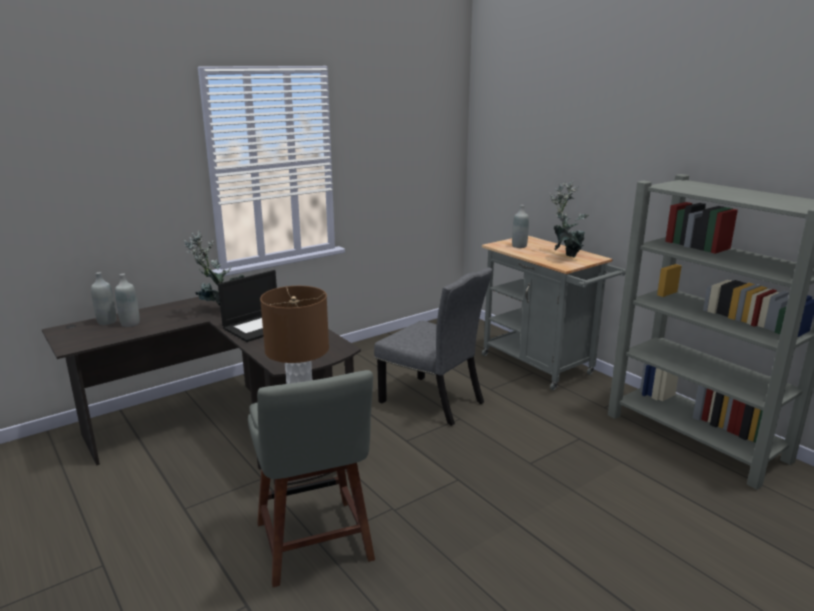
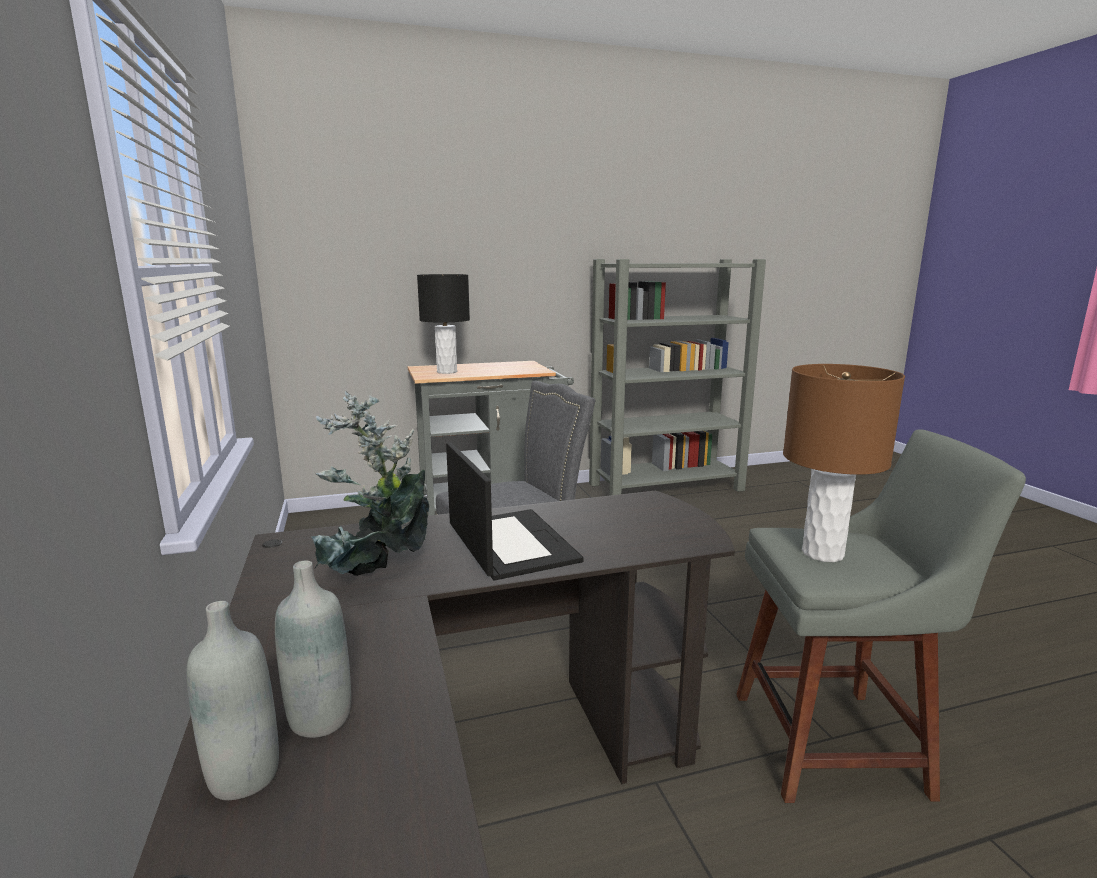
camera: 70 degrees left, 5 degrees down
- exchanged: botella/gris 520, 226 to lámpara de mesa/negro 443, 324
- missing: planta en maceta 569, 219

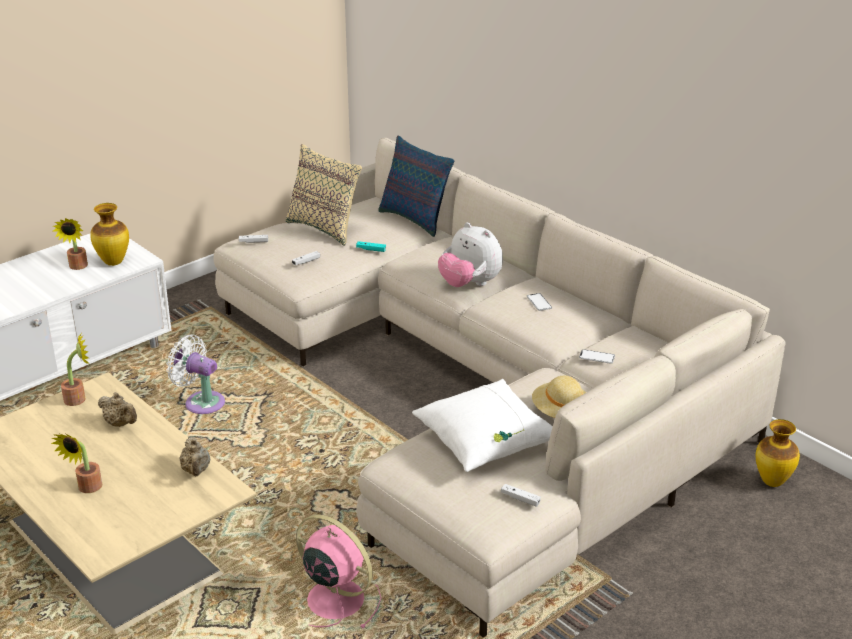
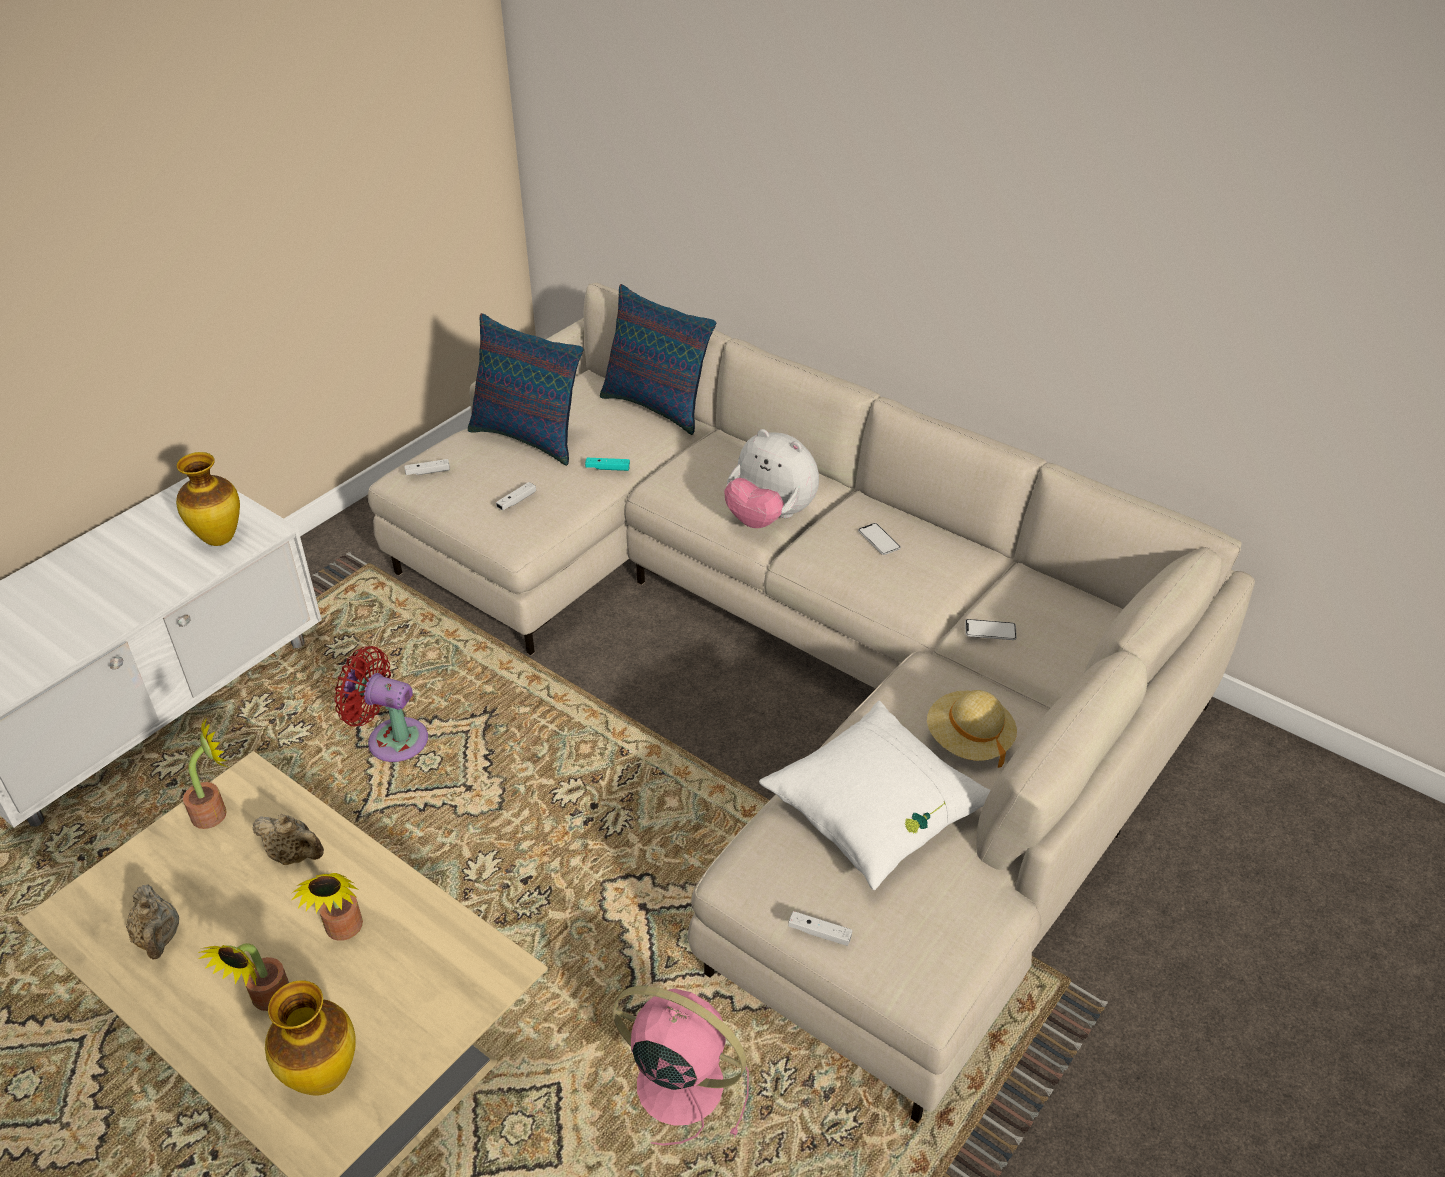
camera: 10 degrees left, 10 degrees up
- relocated: tetera/beis 194, 457 to 152, 922
- relocated: florero 777, 453 to 310, 1038
- relocated: planta en maceta 70, 244 to 327, 907
- colour: ventilador/blanco 195, 374 to ventilador/rojo 381, 704
- colour: cojín/beis 324, 195 to cojín/azul 526, 389
- relocated: mando de consola/blanco 521, 495 to 820, 928

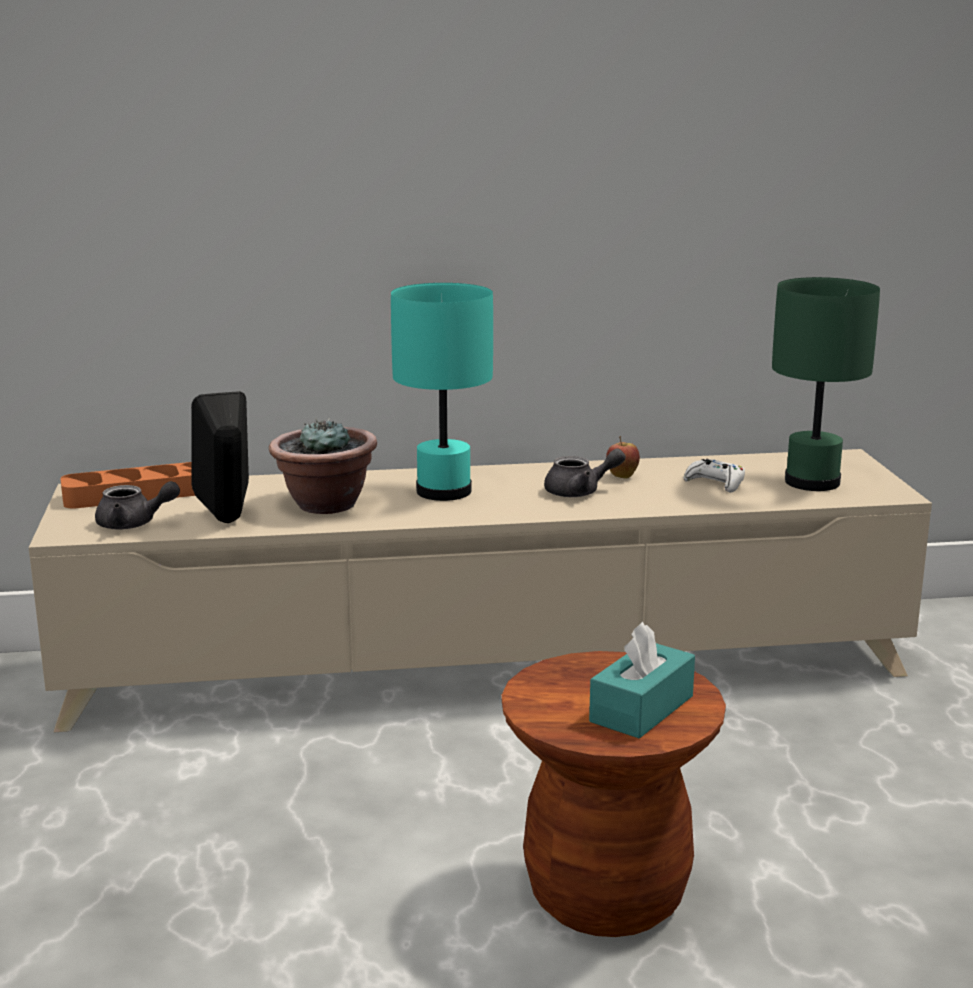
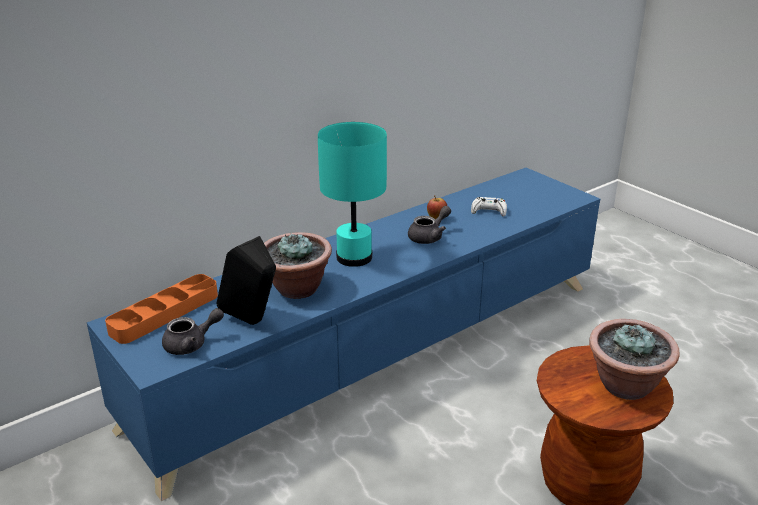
camera: 30 degrees left, 10 degrees up
- colour: mueble de televisión/beis 480, 590 to mueble de televisión/azul 343, 334
- exchanged: caja de pañuelos/turquesa 642, 680 to planta en maceta 634, 359
- missing: lámpara de mesa/verde 826, 384

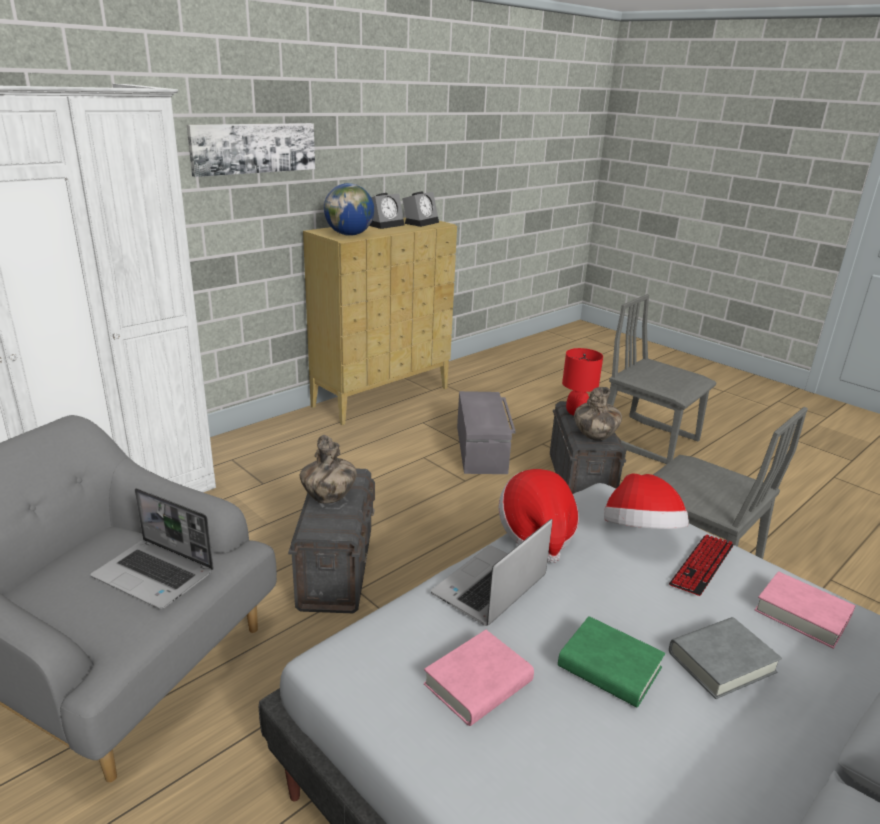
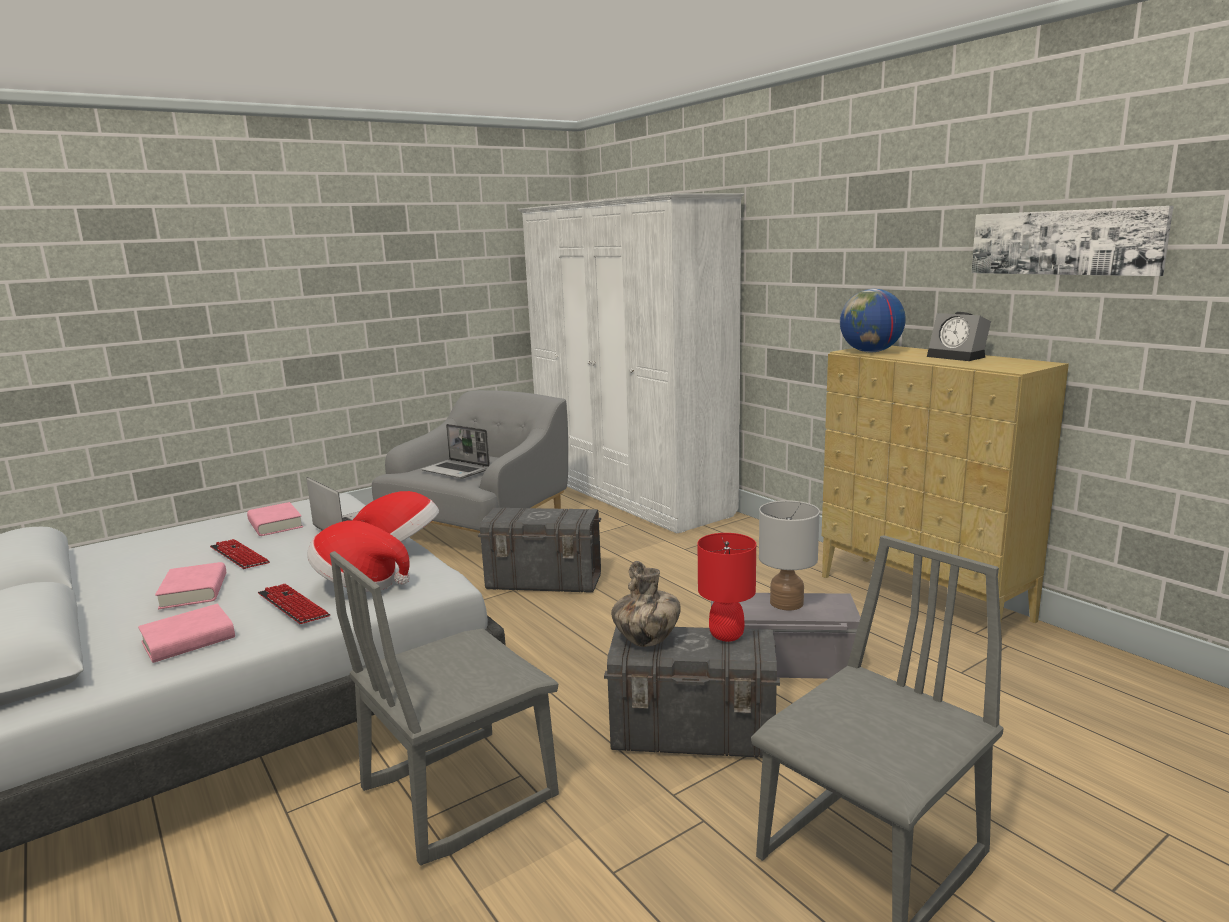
camera: 100 degrees right, 10 degrees down
- colour: libro/gris 725, 658 to libro/rosa 190, 585
- exchanged: libro/verde 611, 661 to teclado 240, 554
- spun: portátil 152, 548 = 455, 451 90 degrees counterclockwise
- appeared: lámpara de mesa/gris 789, 555
- relocated: cuadro 251, 150 to 1072, 241
- missing: florero 328, 469
- missing: despertador 420, 209

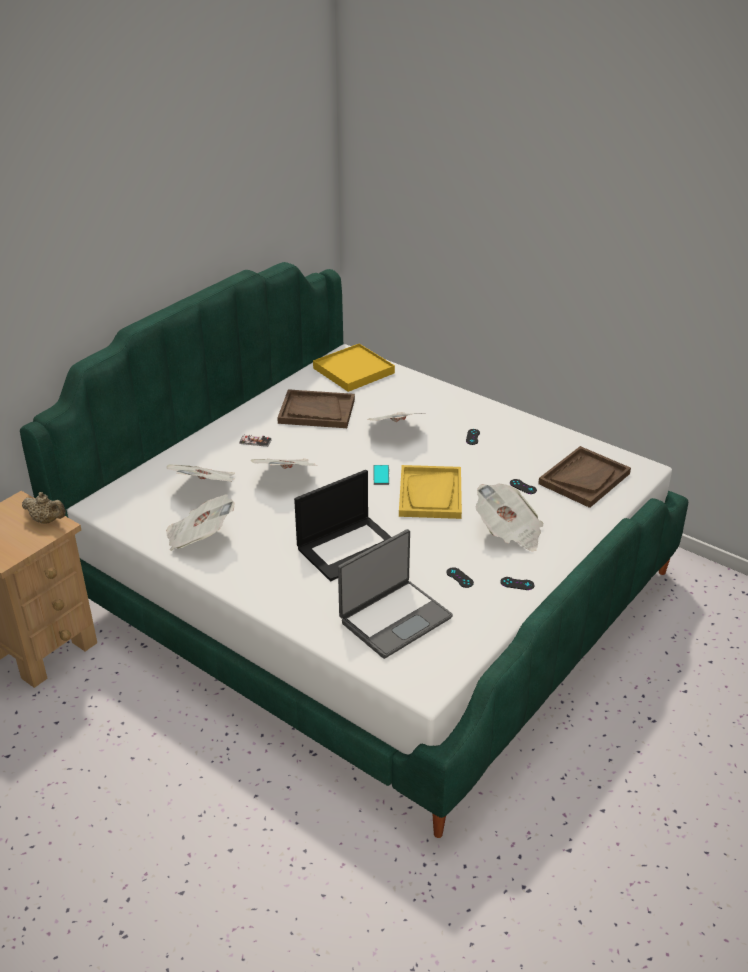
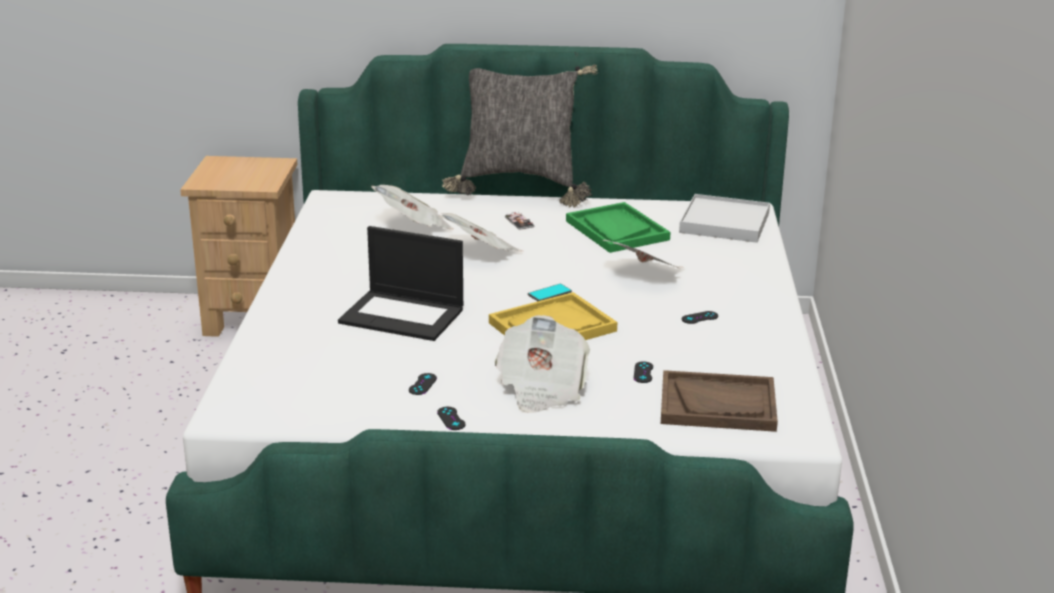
camera: 55 degrees right, 10 degrees down
- appeared: cojín 520, 130
- colour: bandeja/marrón 316, 408 to bandeja/verde 618, 227
- colour: bandeja/amarillo 354, 368 to bandeja/blanco 724, 218
- missing: tetera/beis 44, 508
- missing: periódico 200, 522
- missing: portátil 395, 594

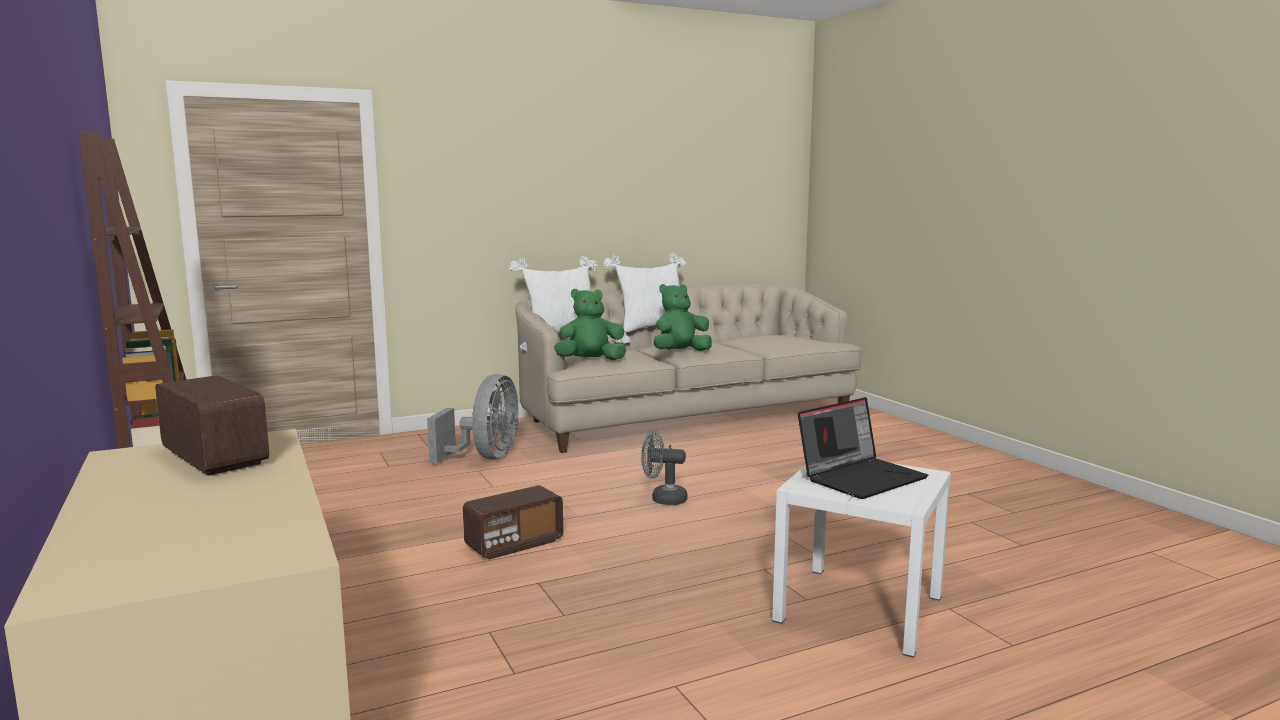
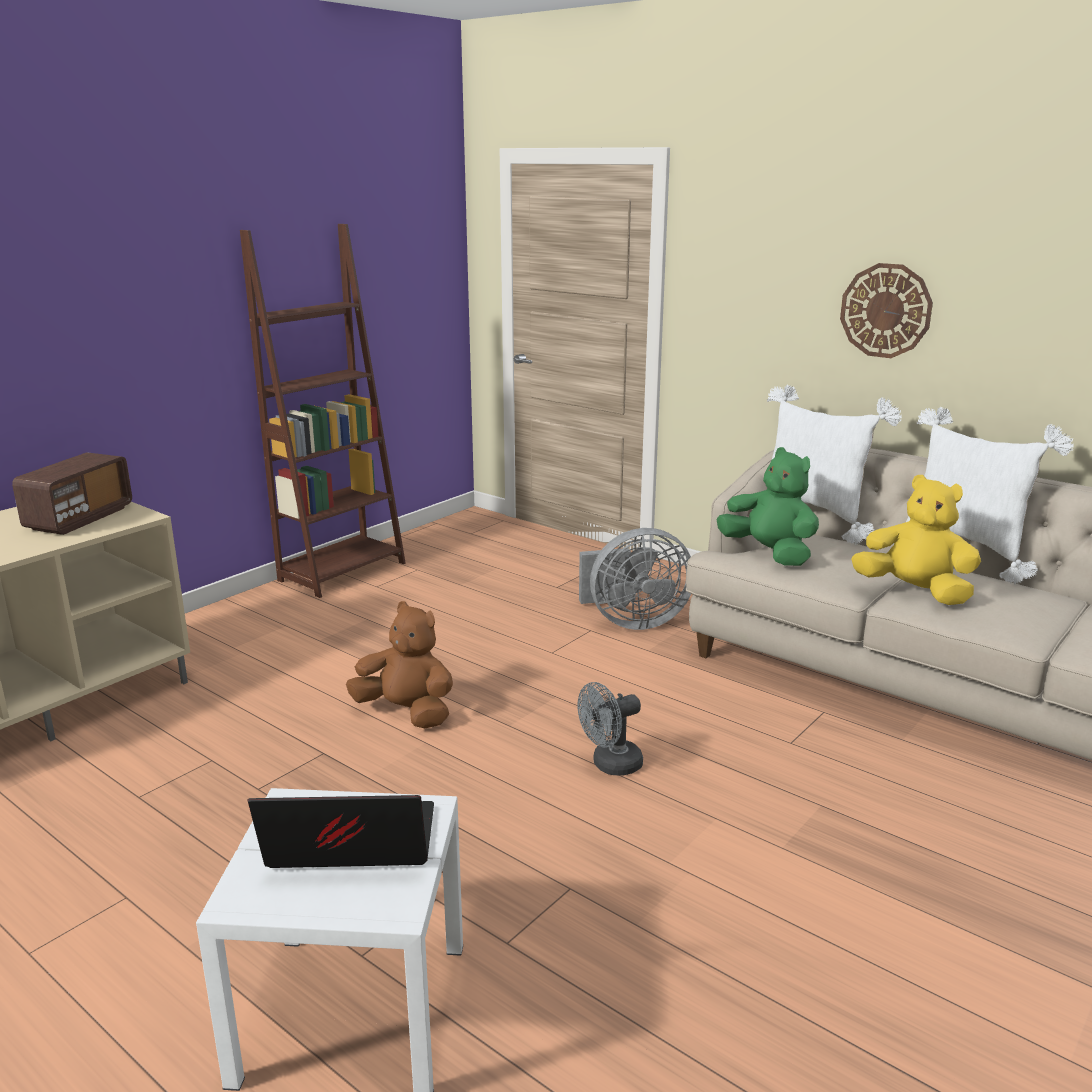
camera: 65 degrees right, 10 degrees up
- spun: portátil 863, 448 = 340, 831 150 degrees clockwise
- exchanged: radio 513, 522 to peluche/marrón 399, 664
- spun: ventilador/gris 664, 468 = 610, 729 105 degrees counterclockwise
- appeared: reloj de pared 886, 310
- colour: peluche/verde 683, 317 to peluche/amarillo 916, 540

